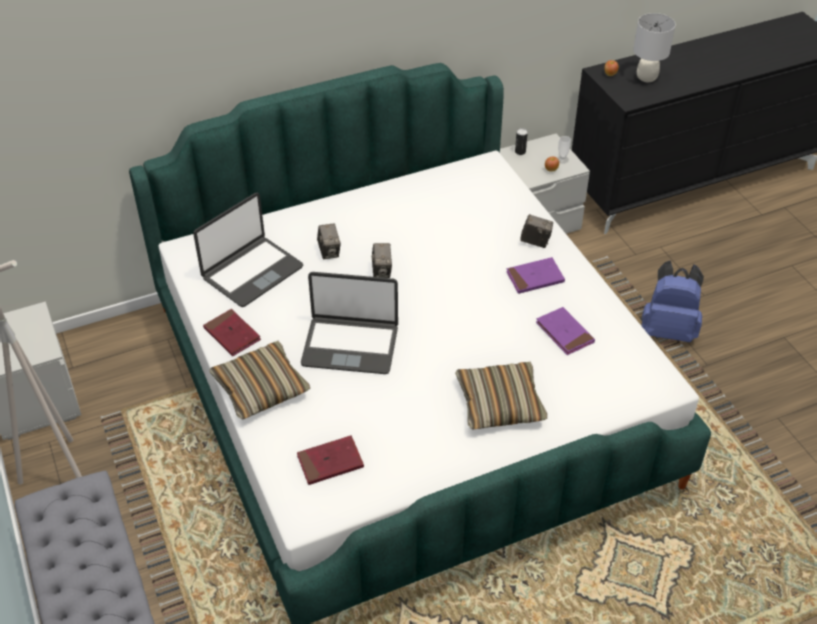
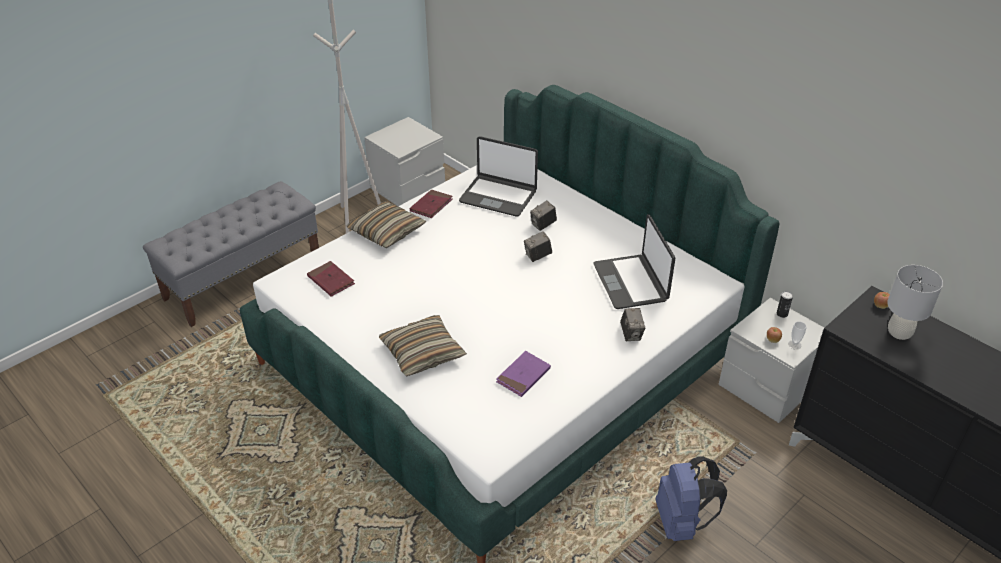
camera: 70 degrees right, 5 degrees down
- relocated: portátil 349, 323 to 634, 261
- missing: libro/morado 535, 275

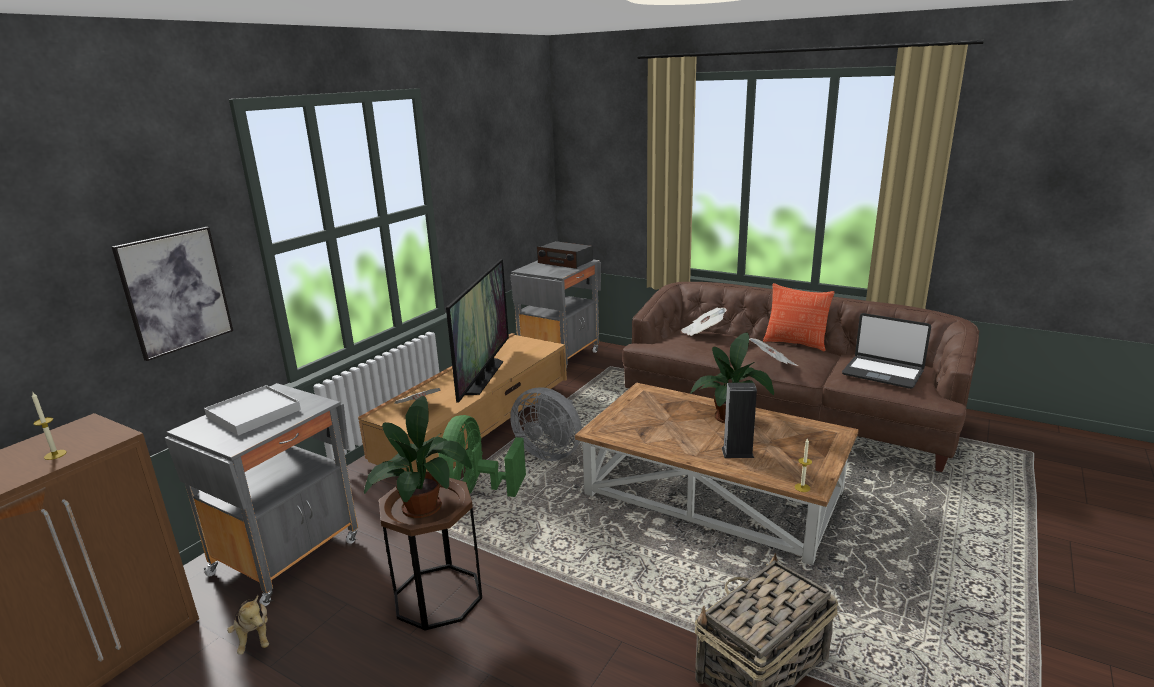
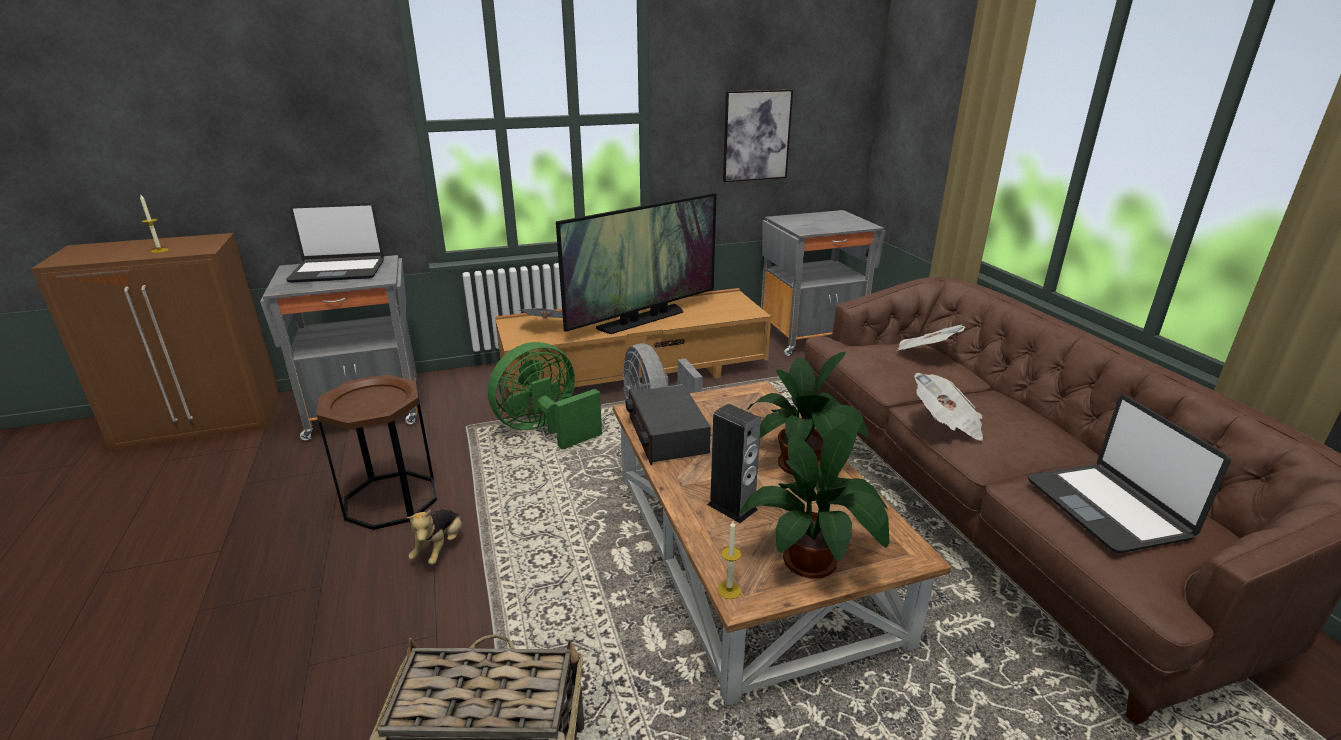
camera: 40 degrees right, 5 degrees up
- exchanged: bandeja/blanco 252, 410 to portátil 335, 242
- relocated: peluche 248, 625 to 434, 537
- relocated: radio 565, 255 to 668, 425
- relocated: cuadro 172, 294 to 758, 135
- relocated: planta en maceta 418, 457 to 814, 499
- missing: cojín/naranja 799, 317

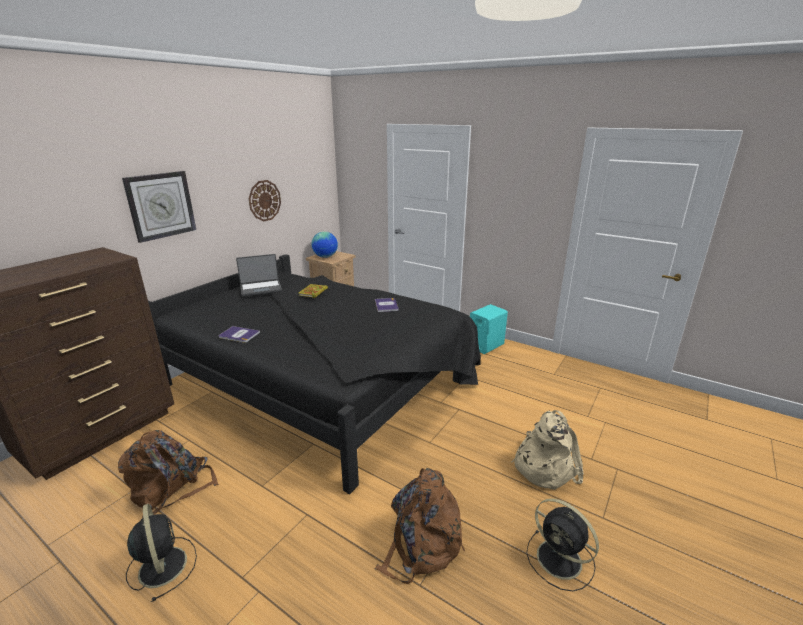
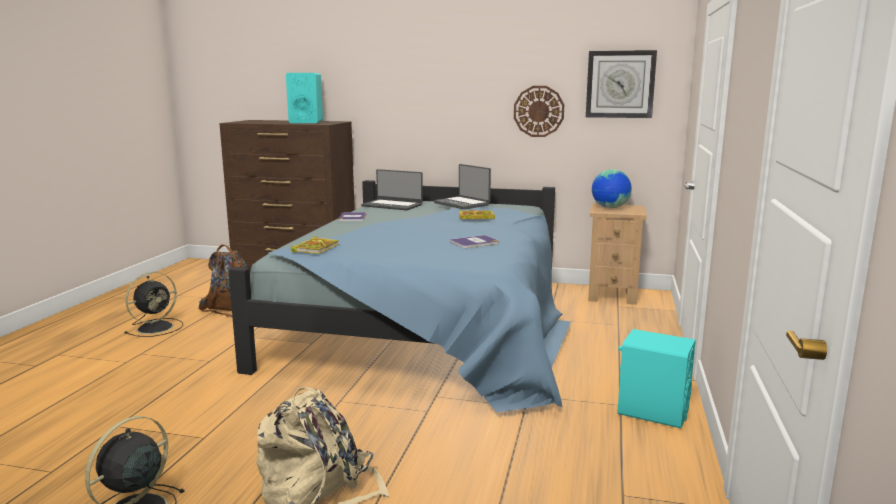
camera: 70 degrees right, 10 degrees down
- colour: cama/negro 314, 374 to cama/azul 399, 296
- appeared: altavoz/turquesa 304, 98
- appeared: libro 315, 245
- appeared: portátil 392, 189
- relocated: reloj de pared 159, 207 to 621, 84
- missing: mochila/marrón 420, 526

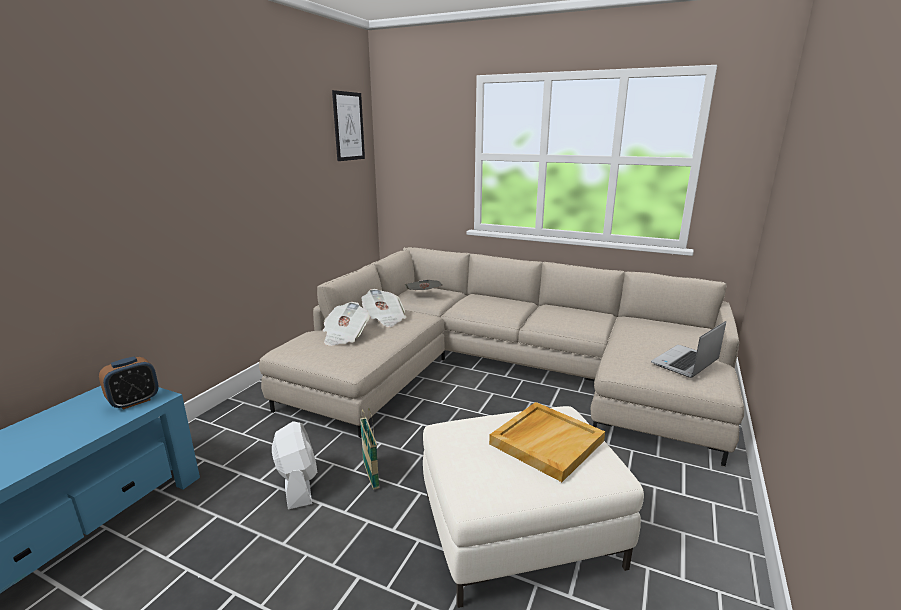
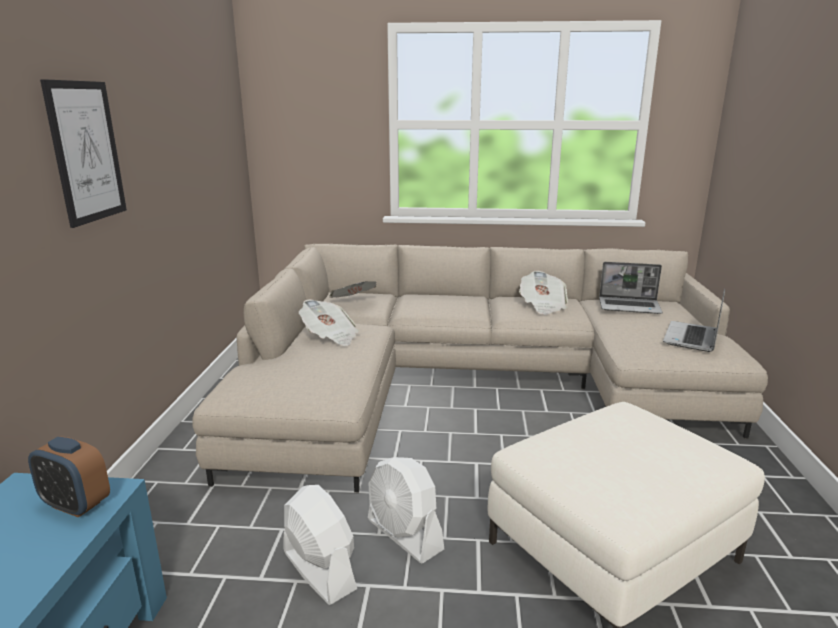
camera: 20 degrees left, 0 degrees up
- spun: despertador 129, 383 = 69, 477 90 degrees clockwise
- relocated: cuadro 348, 125 to 83, 153
- exchanged: cesta 370, 449 to ventilador/blanco 406, 510
- relocated: periódico 346, 324 to 543, 293
- appeared: portátil 631, 288
- missing: bandeja/beis 547, 442

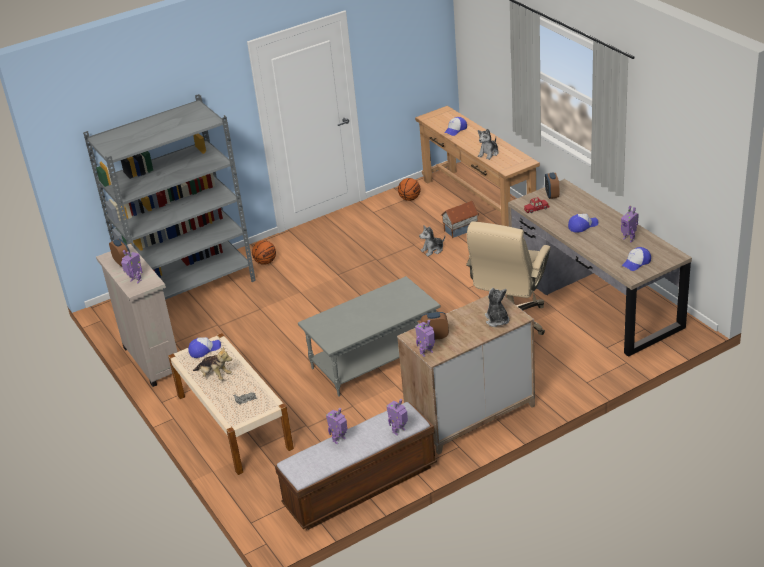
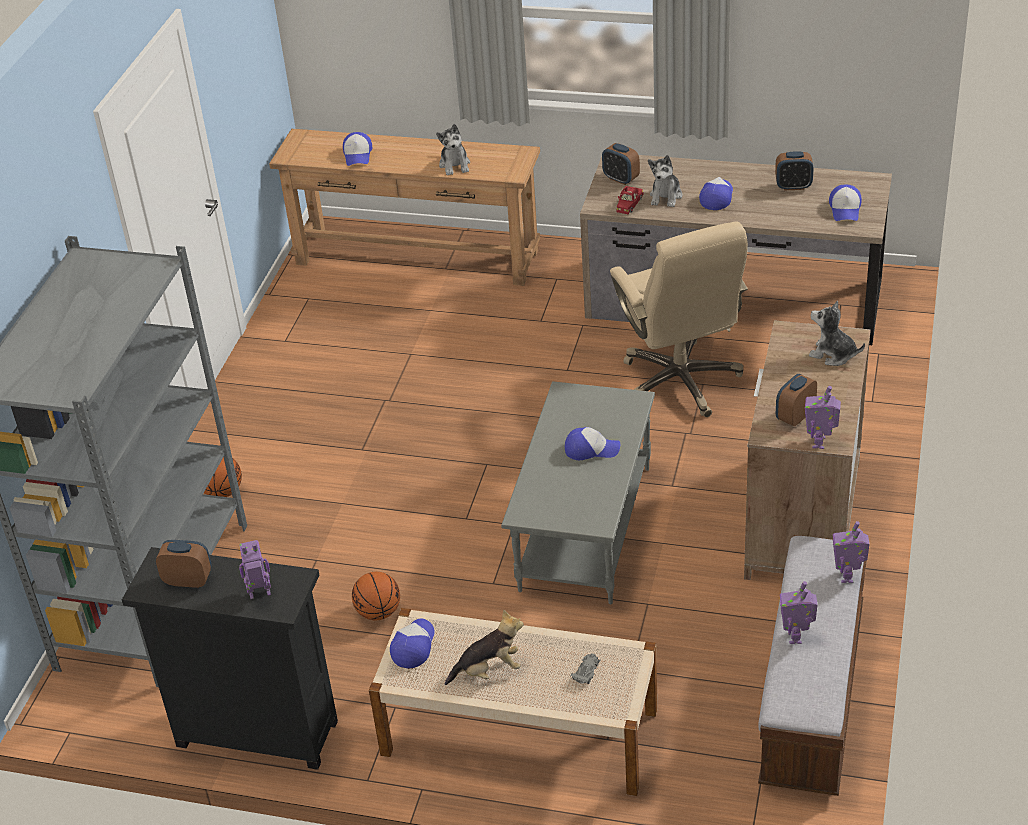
camera: 45 degrees left, 5 degrees up
- colour: armario/beis 136, 315 to armario/negro 230, 658
- relocated: balón de baloncesto 409, 189 to 376, 596
- appeared: gorra 592, 443
- relocated: peluche 432, 240 to 665, 181
- exchanged: robot de juguete 630, 223 to despertador 794, 170
- missing: casita 460, 219

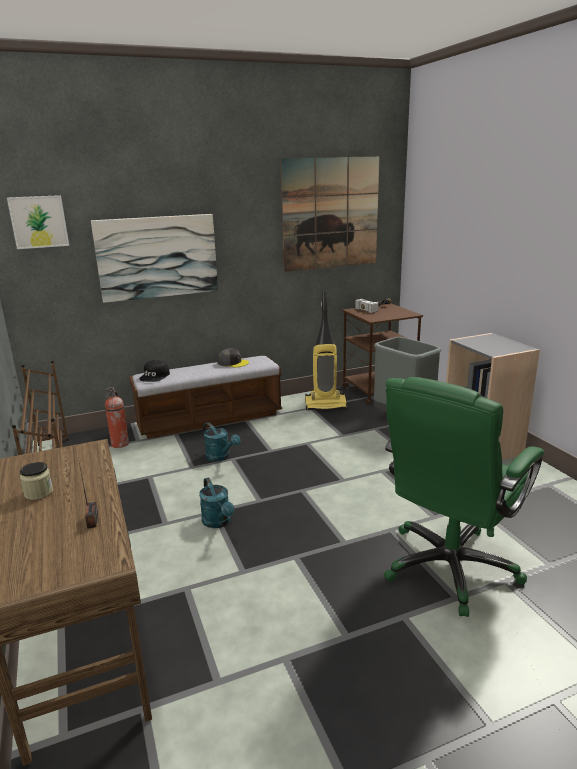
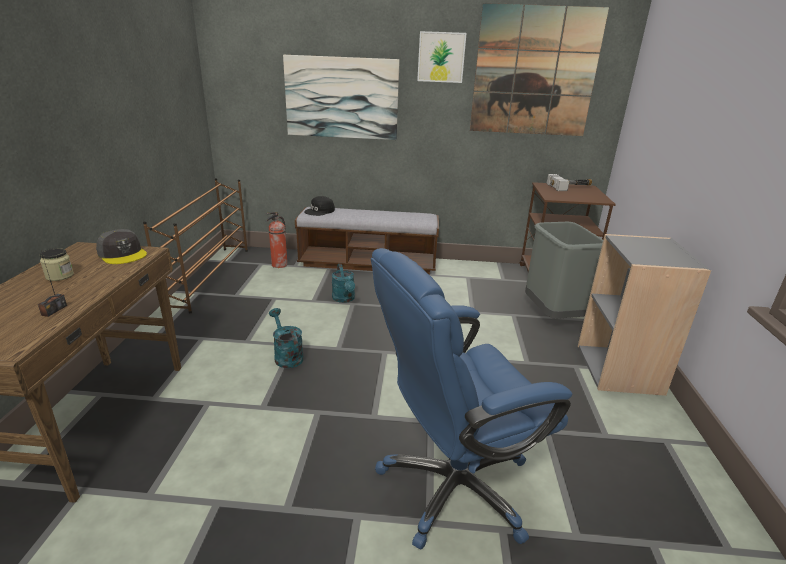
camera: 25 degrees right, 5 degrees up
- relocated: gorra/gris 233, 357 to 121, 246
- spun: regadera/turquesa 216, 502 = 286, 338 150 degrees clockwise
- colour: silla de oficina/verde 464, 497 to silla de oficina/azul 471, 398
- relocated: cuadro 38, 222 to 442, 57
- missing: aspiradora 326, 351

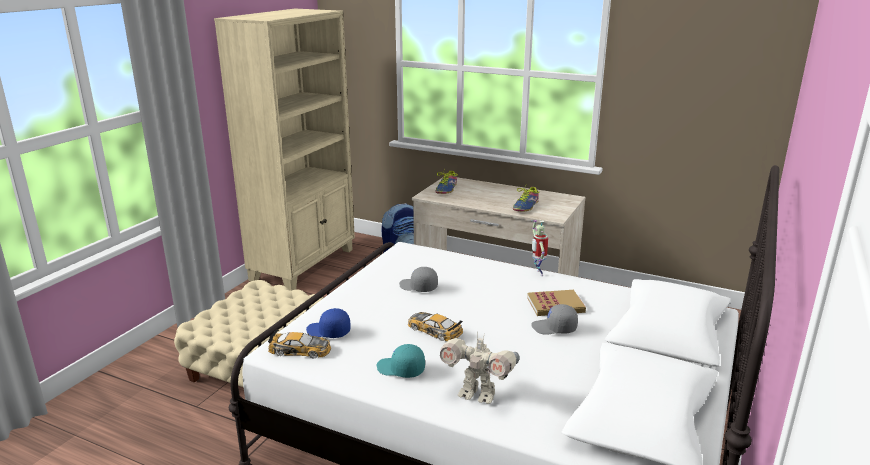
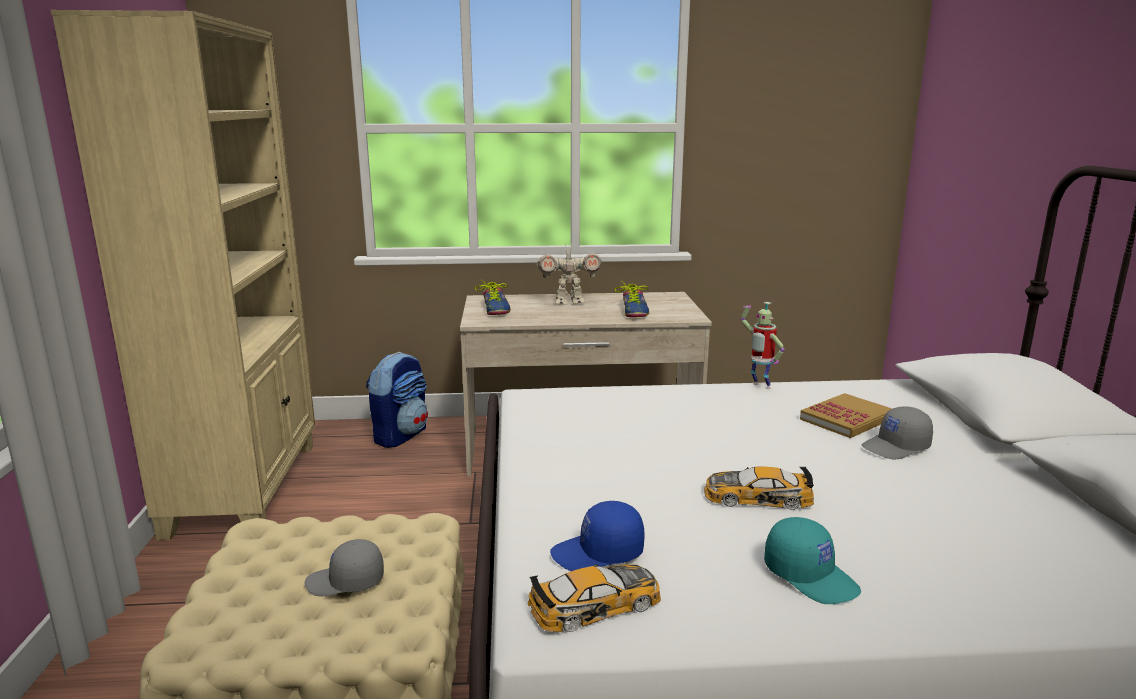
camera: 30 degrees left, 5 degrees down
- relocated: gorra/gris 418, 279 to 344, 567
- relocated: robot de juguete 479, 368 to 569, 275
- spun: gorra/turquesa 401, 361 = 812, 560 120 degrees counterclockwise

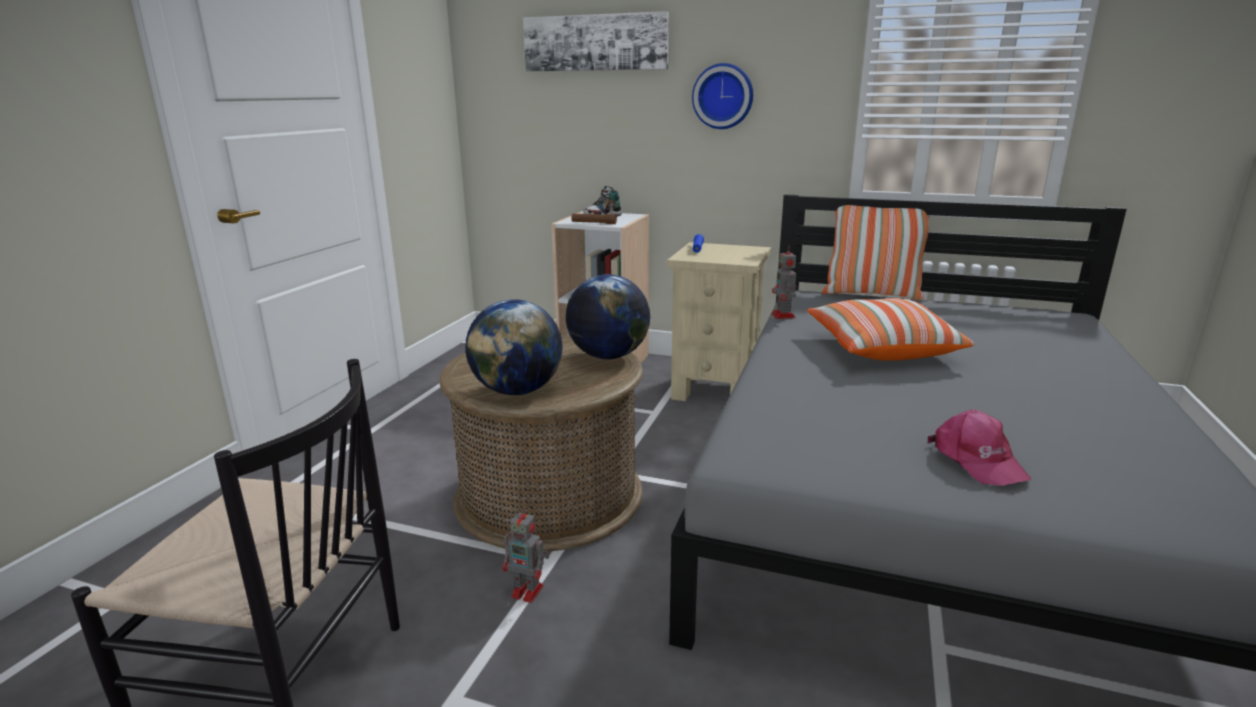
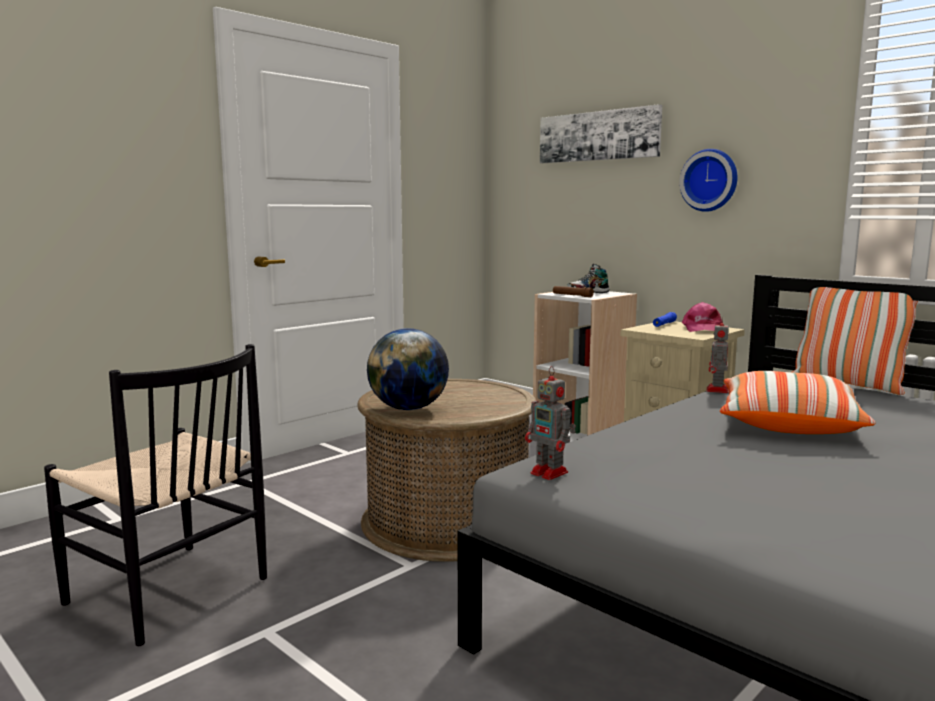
camera: 25 degrees right, 10 degrees down
- relocated: robot de juguete 525, 555 to 550, 423
- relocated: gorra/rosa 979, 448 to 702, 317
- missing: globo terráqueo 608, 316

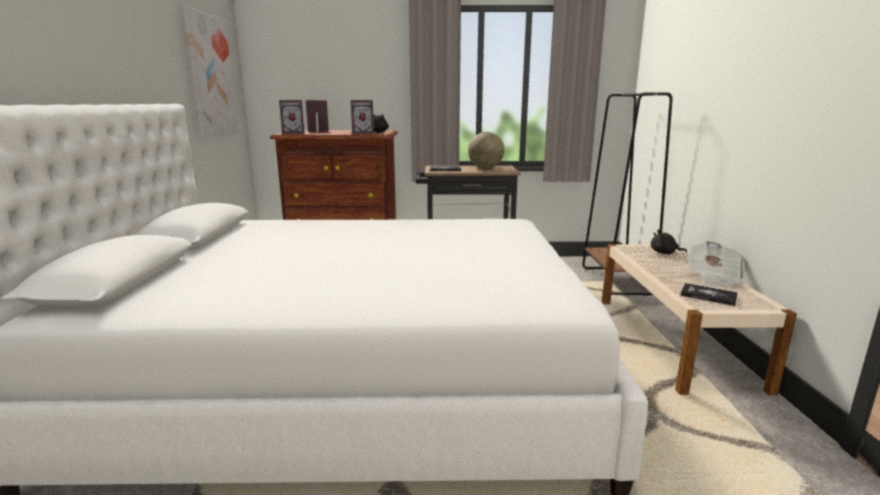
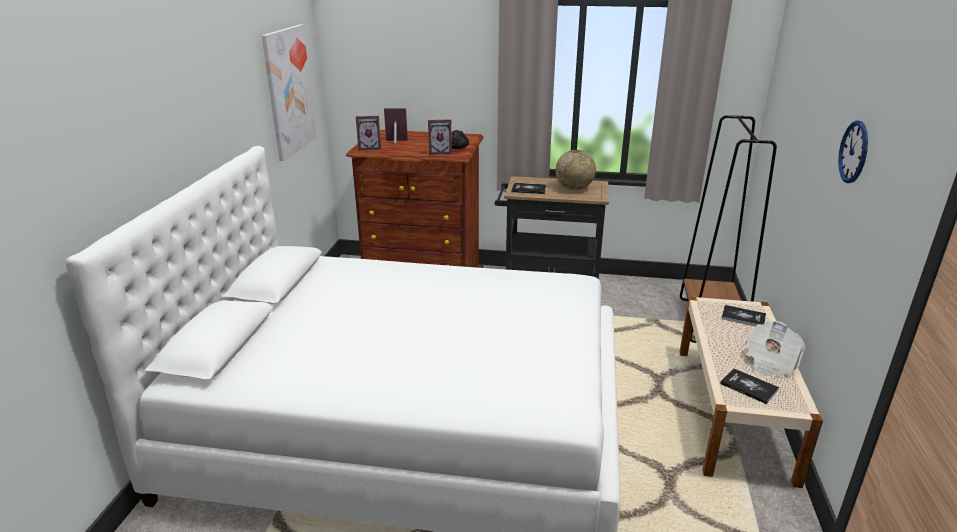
camera: 10 degrees right, 10 degrees up
- exchanged: peluche/negro 669, 241 to libro 743, 315
- appeared: reloj de pared 853, 151

